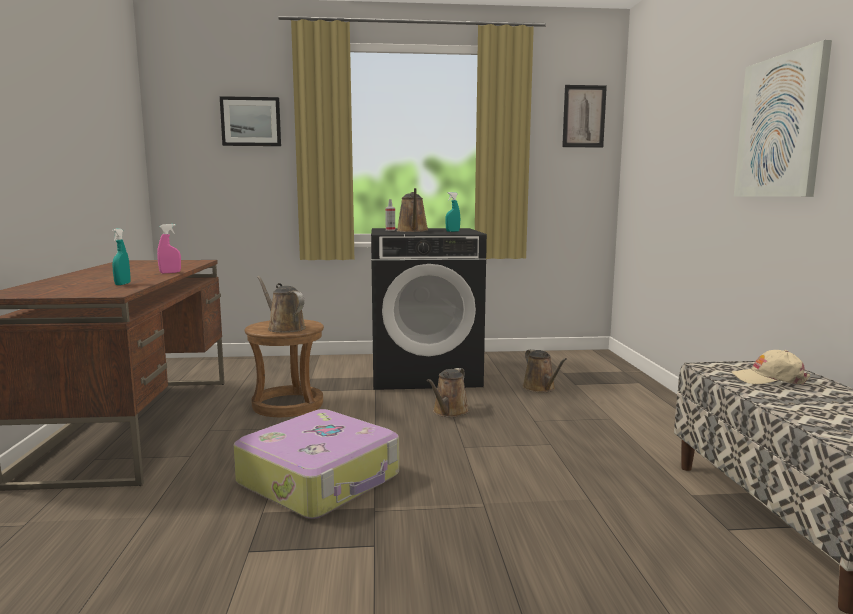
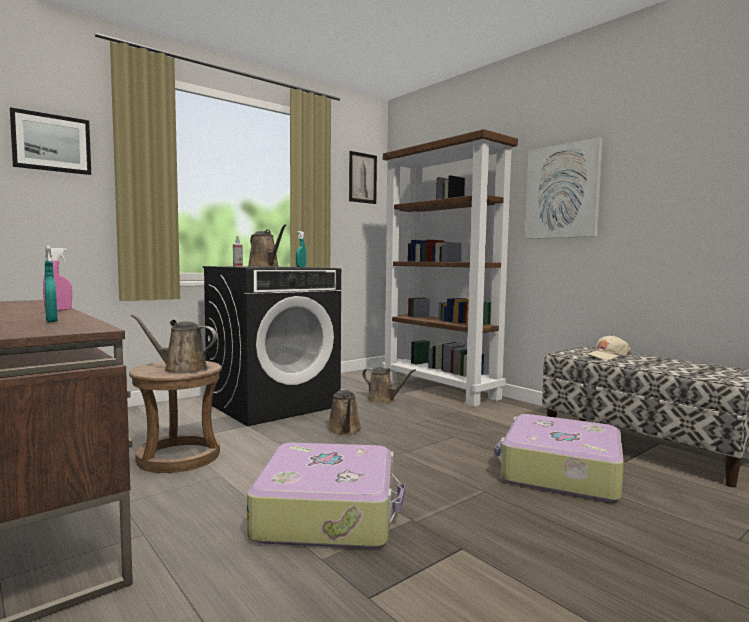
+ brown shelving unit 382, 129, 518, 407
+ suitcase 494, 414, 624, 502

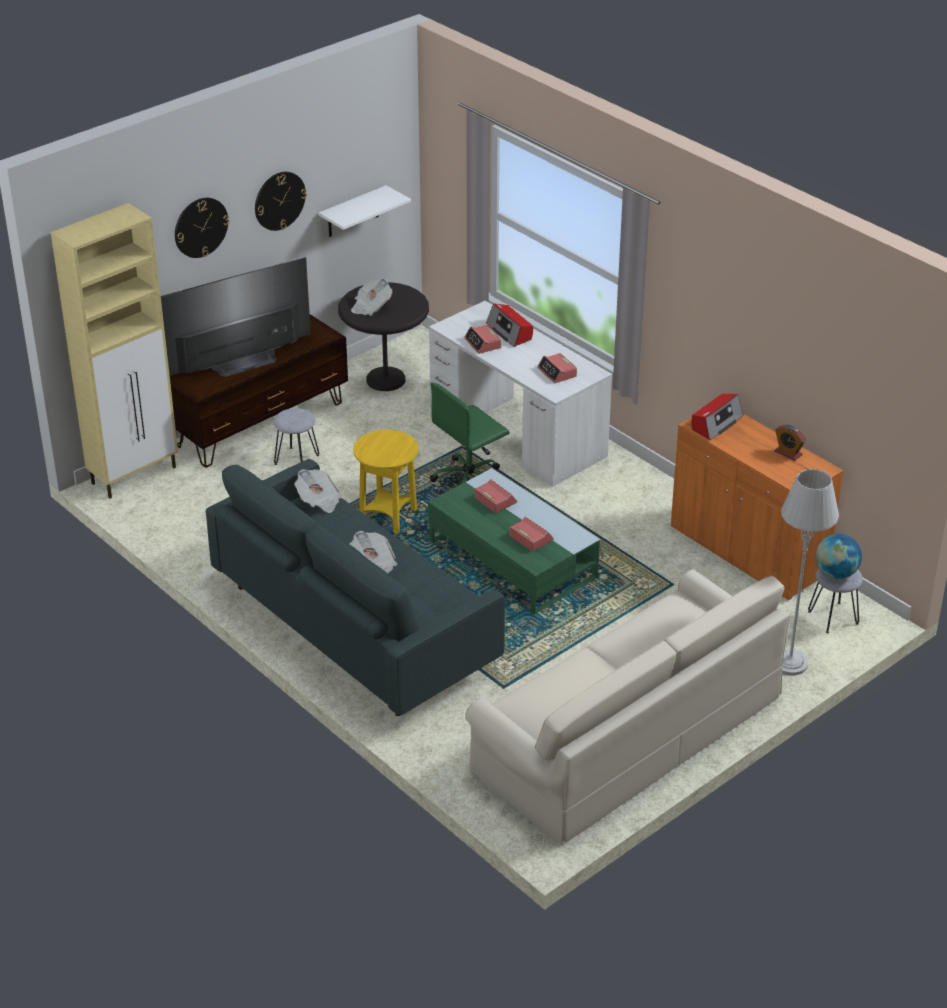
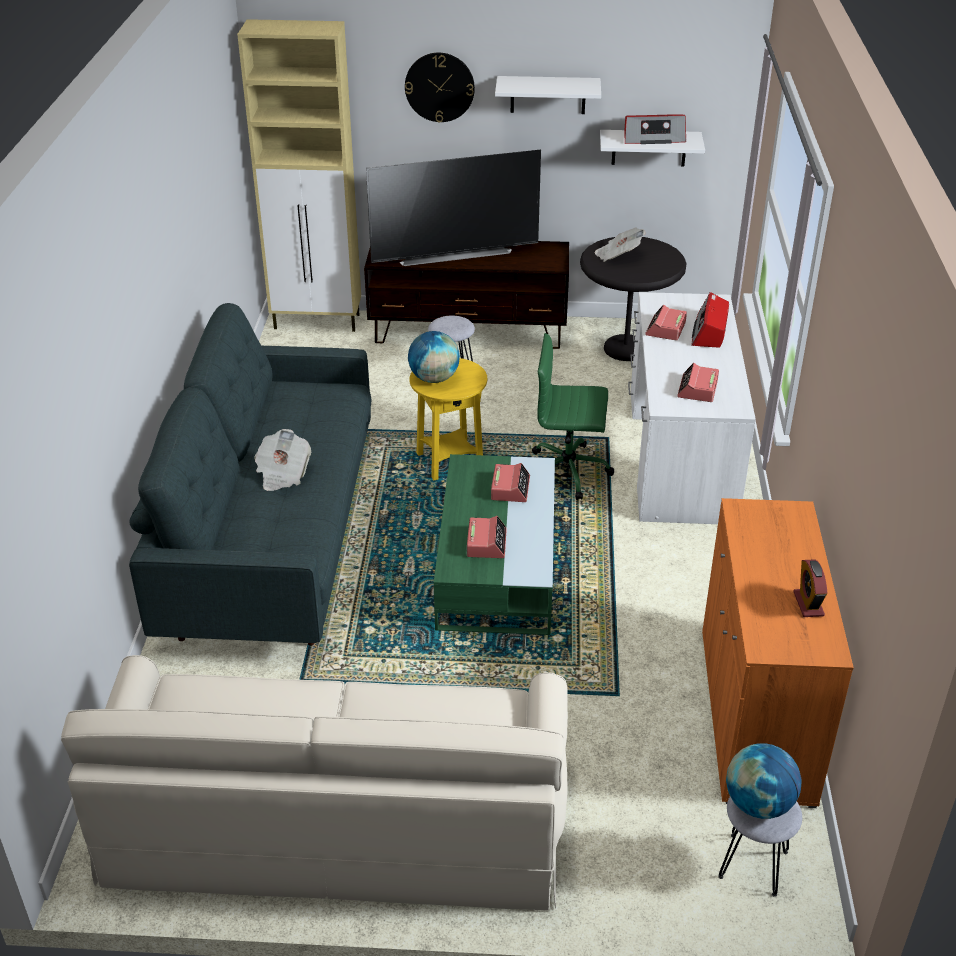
~ TV 161, 257, 311, 377 = 366, 150, 541, 266 150 degrees clockwise
~ hanging clock 255, 172, 307, 231 to white wall shelf 495, 76, 601, 114
- daily paper 295, 469, 342, 513
~ radio 691, 394, 744, 440 to 624, 114, 686, 144
- grey standard lamp 781, 469, 839, 676
+ globe 408, 331, 460, 383

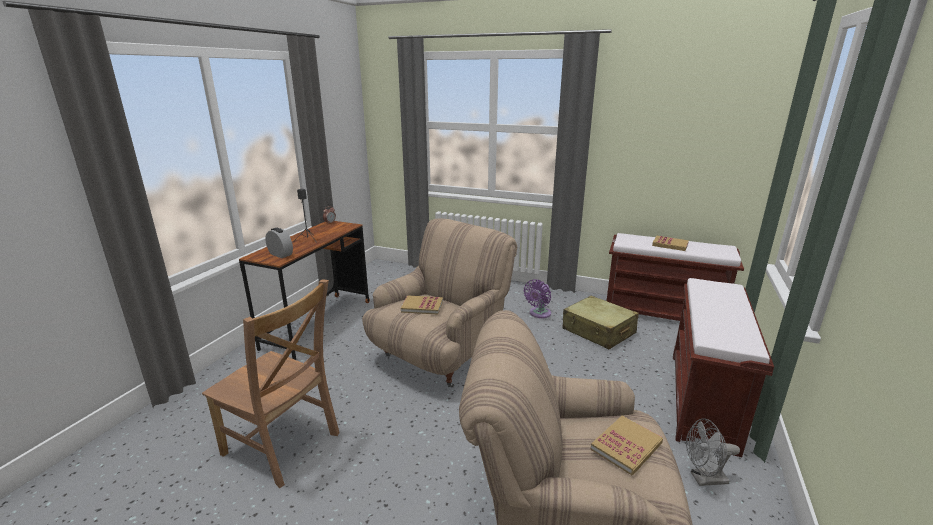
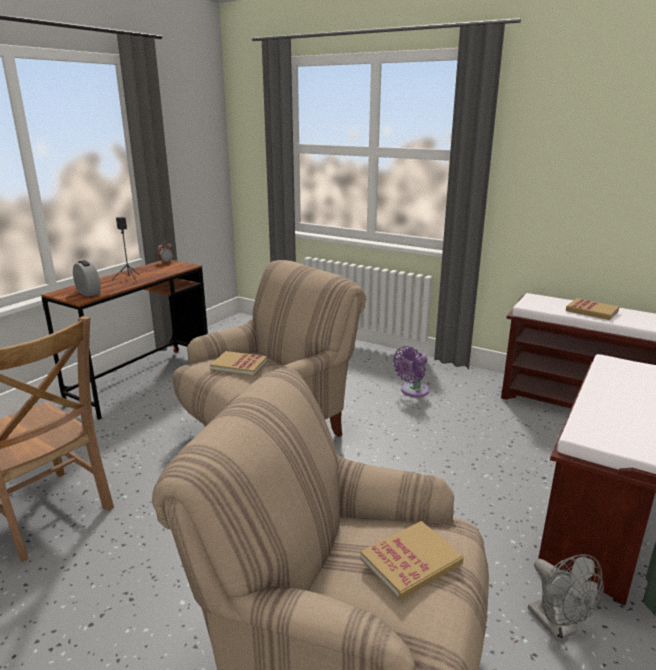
- sand-coloured suitcase 563, 296, 639, 349
~ grey electric fan 686, 419, 740, 486 = 528, 554, 604, 641 120 degrees counterclockwise

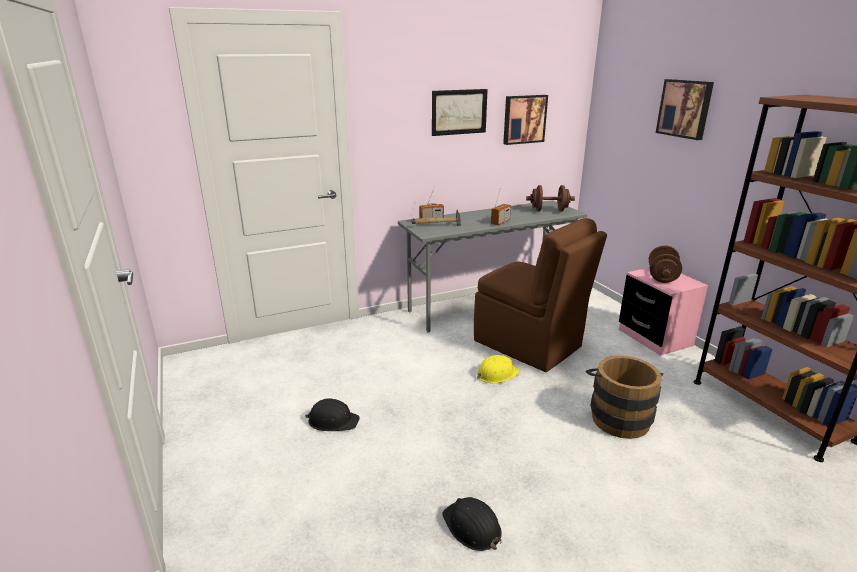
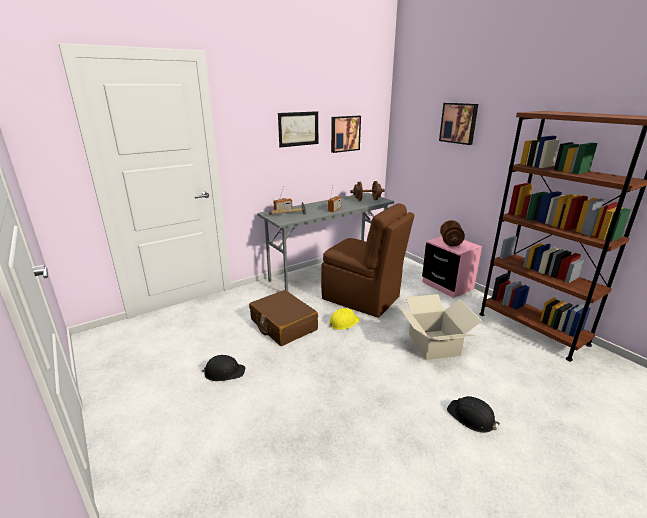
~ blackish safety helmet 442, 497, 502, 551 to 447, 396, 500, 433
~ brown water bucket 586, 356, 663, 439 to carton 398, 294, 482, 360
+ brown suitcase 249, 290, 318, 346

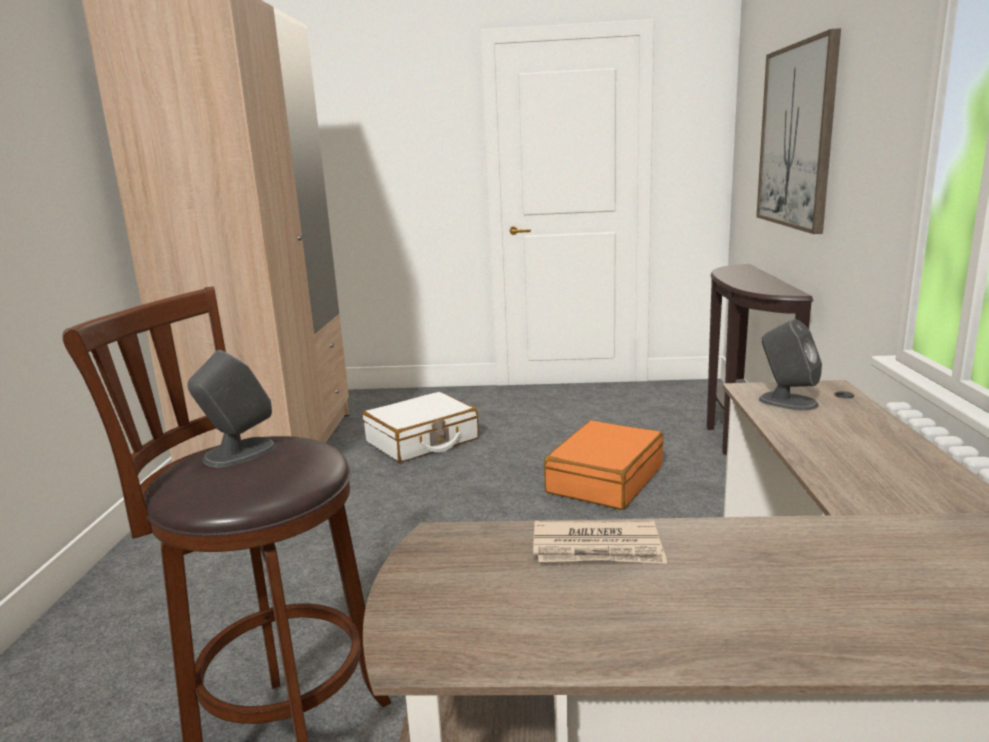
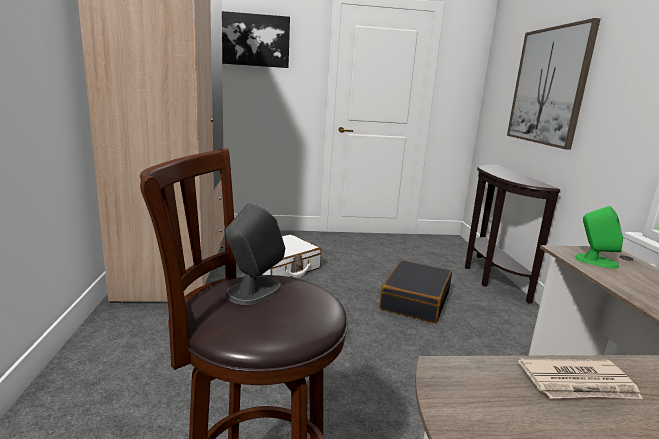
~ orange-coloured suitcase 544, 420, 663, 510 to blackish suitcase 380, 260, 452, 323
~ grey speaker 759, 319, 822, 411 to greenish speaker 575, 206, 623, 269
+ wall art 222, 11, 290, 68

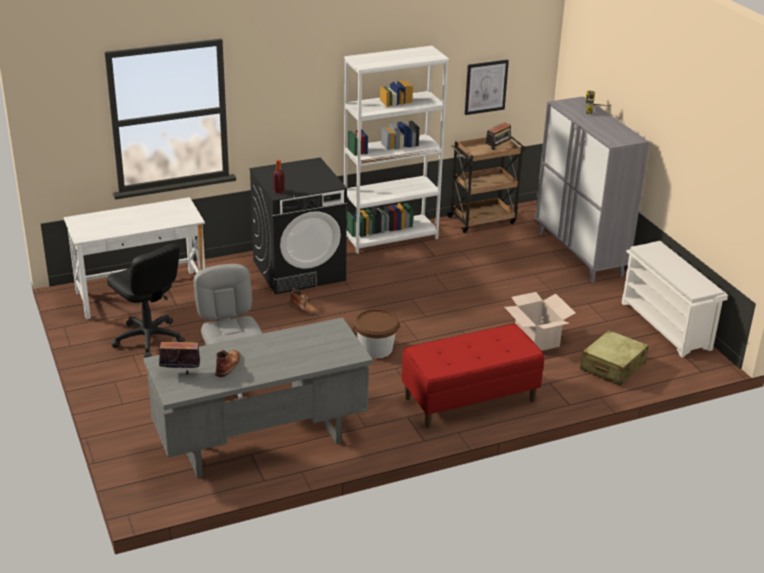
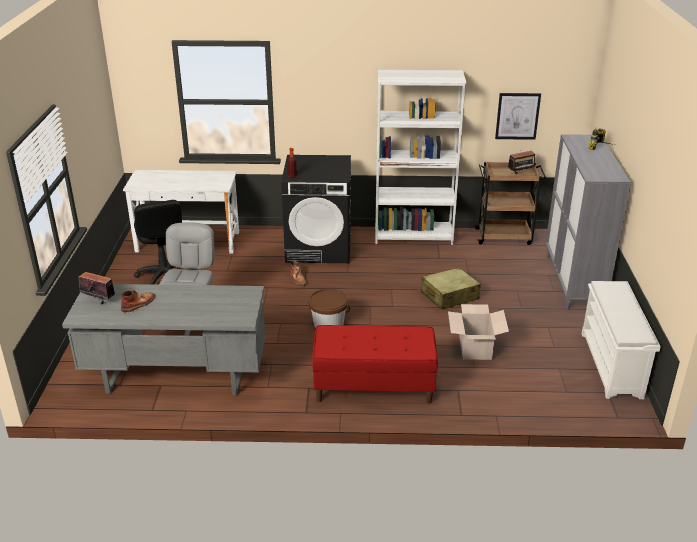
~ sand-coloured suitcase 580, 330, 649, 386 to 421, 267, 481, 310

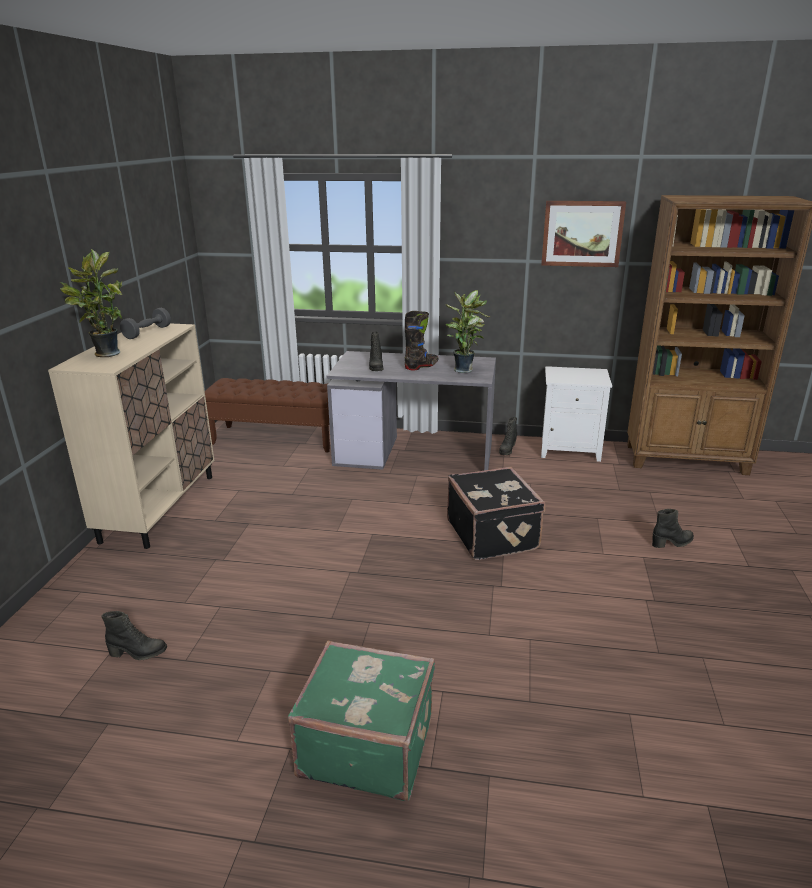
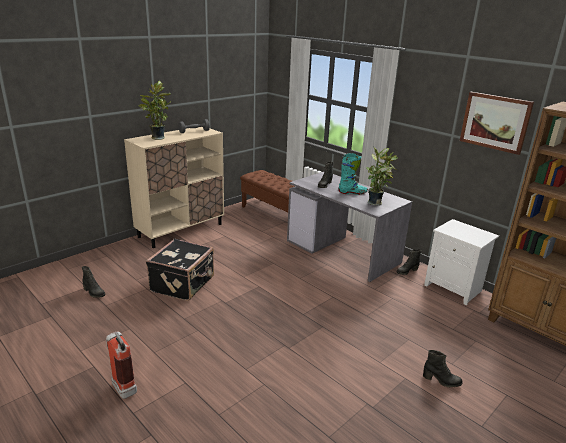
~ greenish suitcase 288, 640, 435, 801 to extinguisher 106, 331, 137, 399
~ blackish high-top boot 405, 311, 438, 370 to blue-green high-top boot 339, 153, 368, 195
~ blackish suitcase 447, 467, 546, 560 to 146, 238, 214, 301

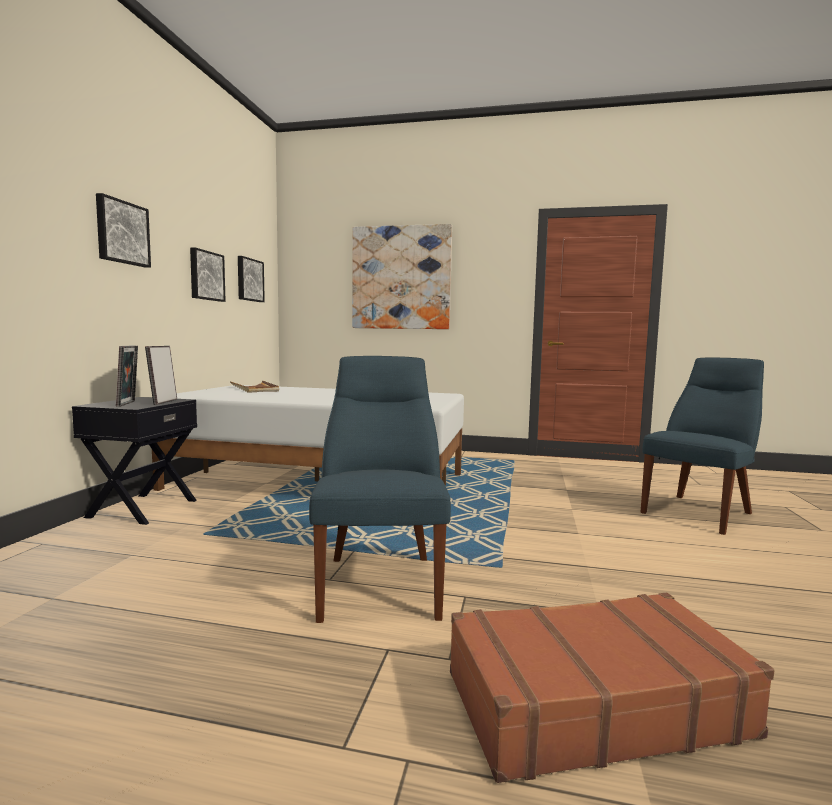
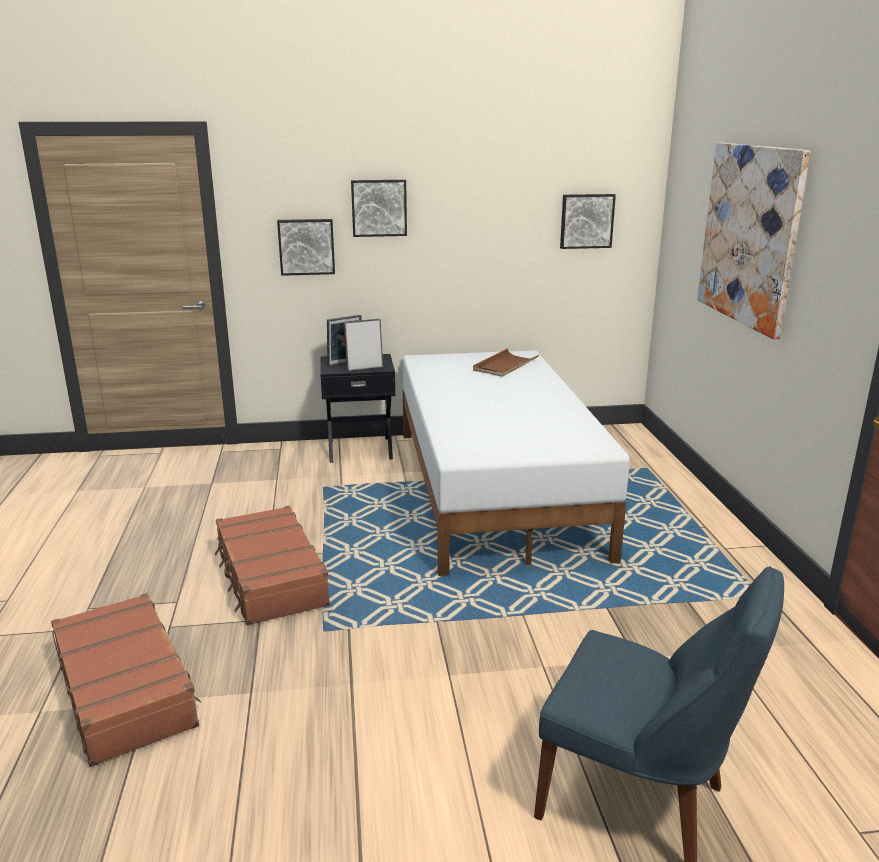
~ wall art 190, 247, 226, 302 to 277, 219, 335, 276
~ bluish plain chair 309, 356, 451, 623 to brown suitcase 215, 506, 330, 625

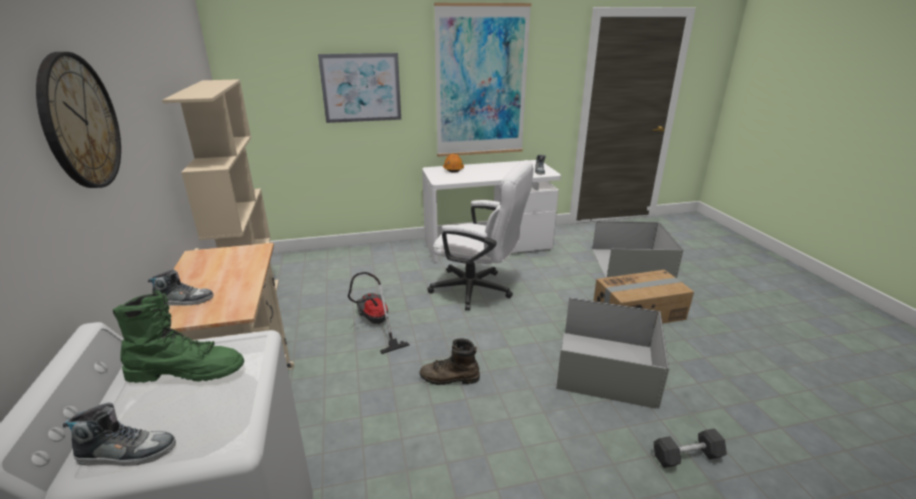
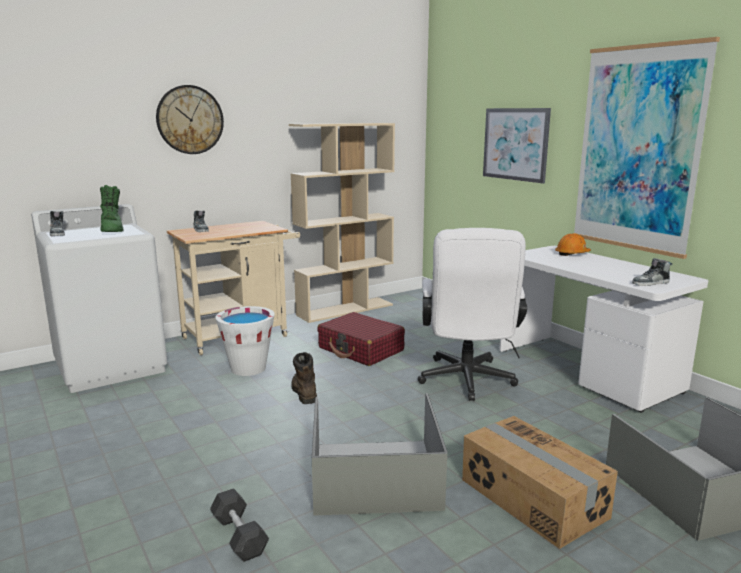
~ vacuum cleaner 348, 272, 409, 354 to red suitcase 317, 312, 405, 366
+ white water bucket 215, 306, 275, 376

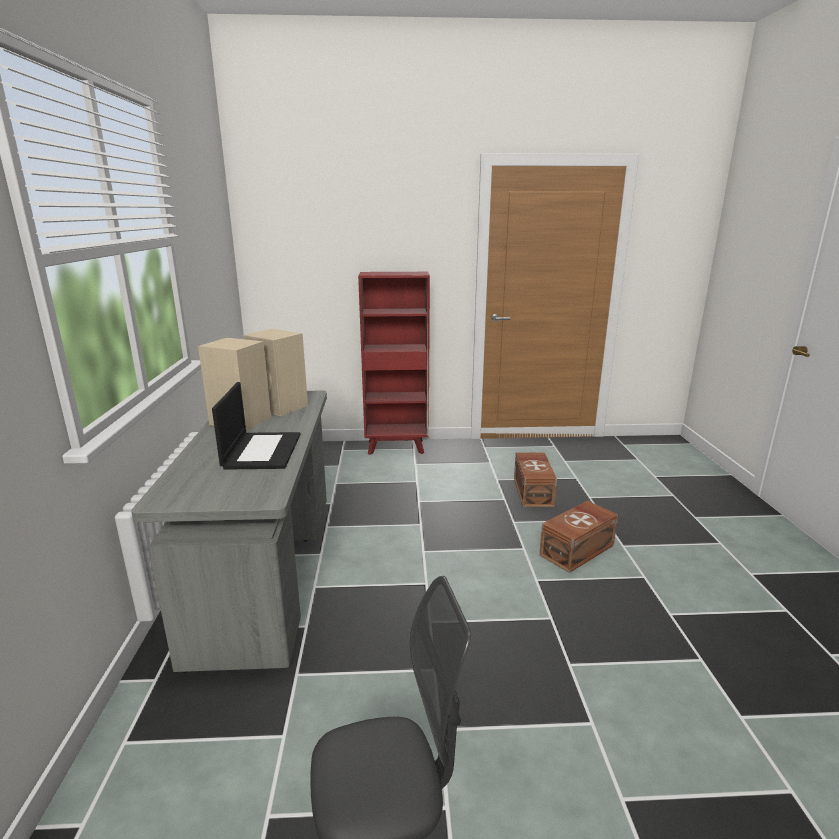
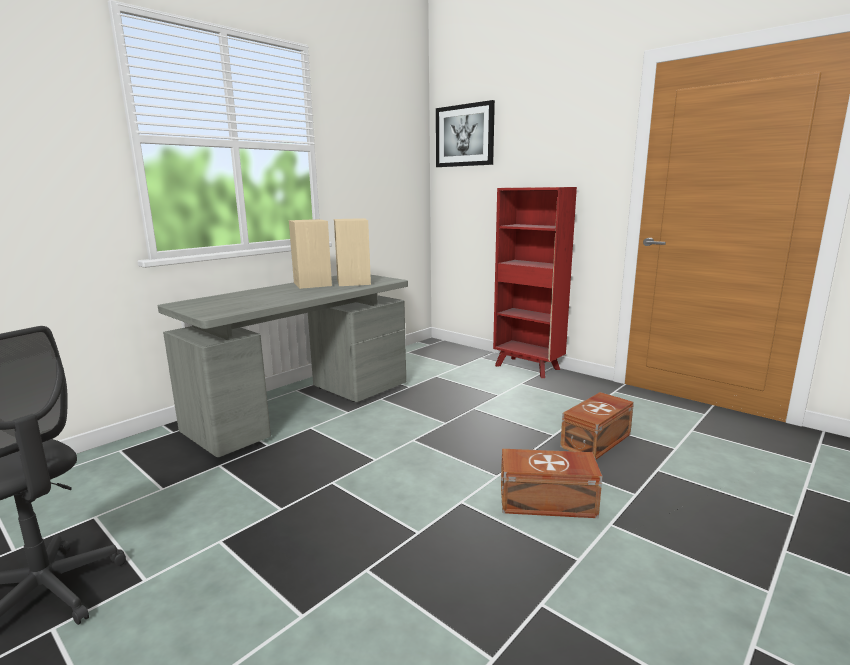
- portable computer 212, 382, 300, 470
+ wall art 436, 100, 495, 167

